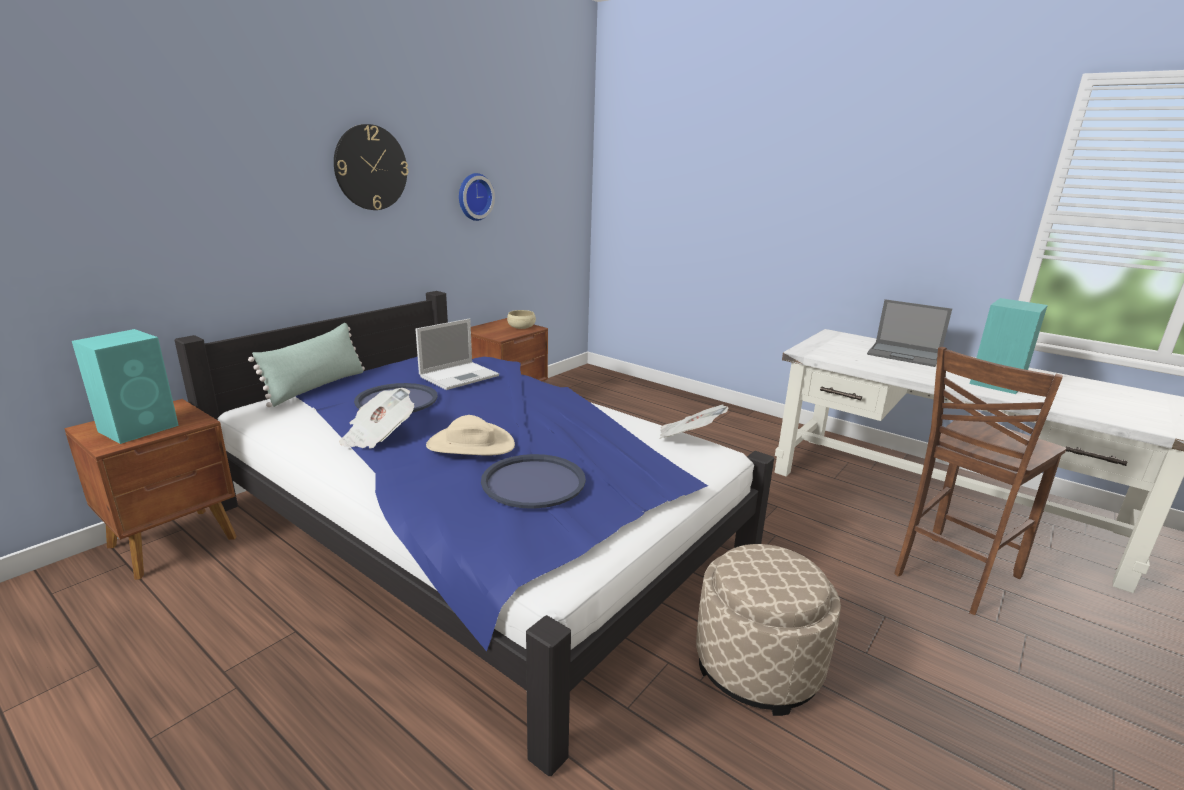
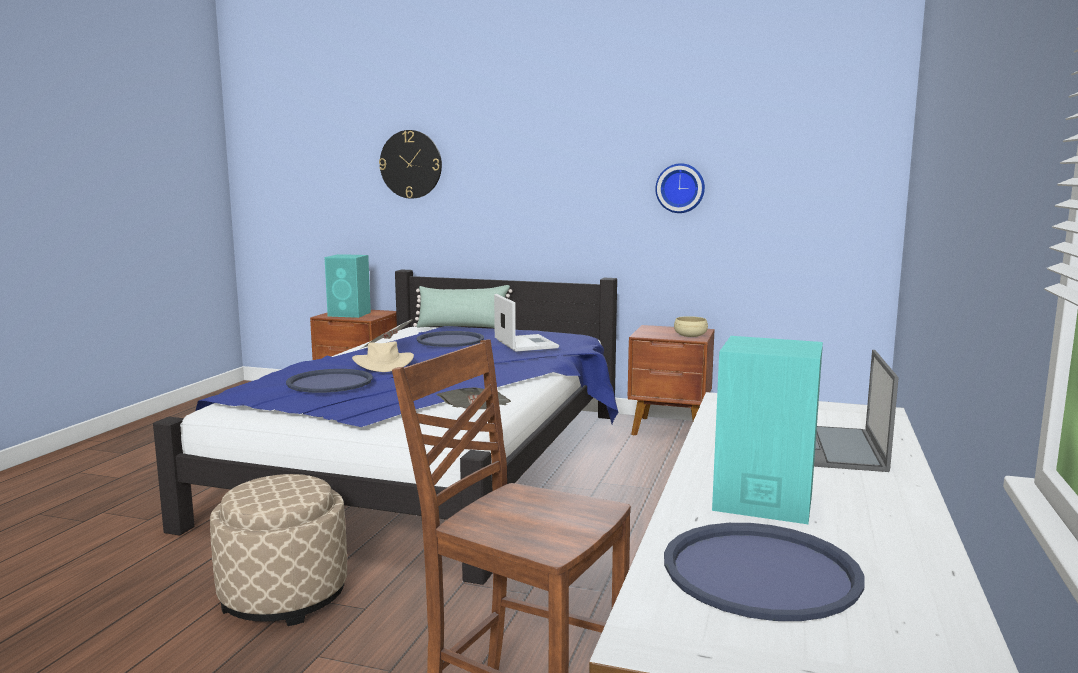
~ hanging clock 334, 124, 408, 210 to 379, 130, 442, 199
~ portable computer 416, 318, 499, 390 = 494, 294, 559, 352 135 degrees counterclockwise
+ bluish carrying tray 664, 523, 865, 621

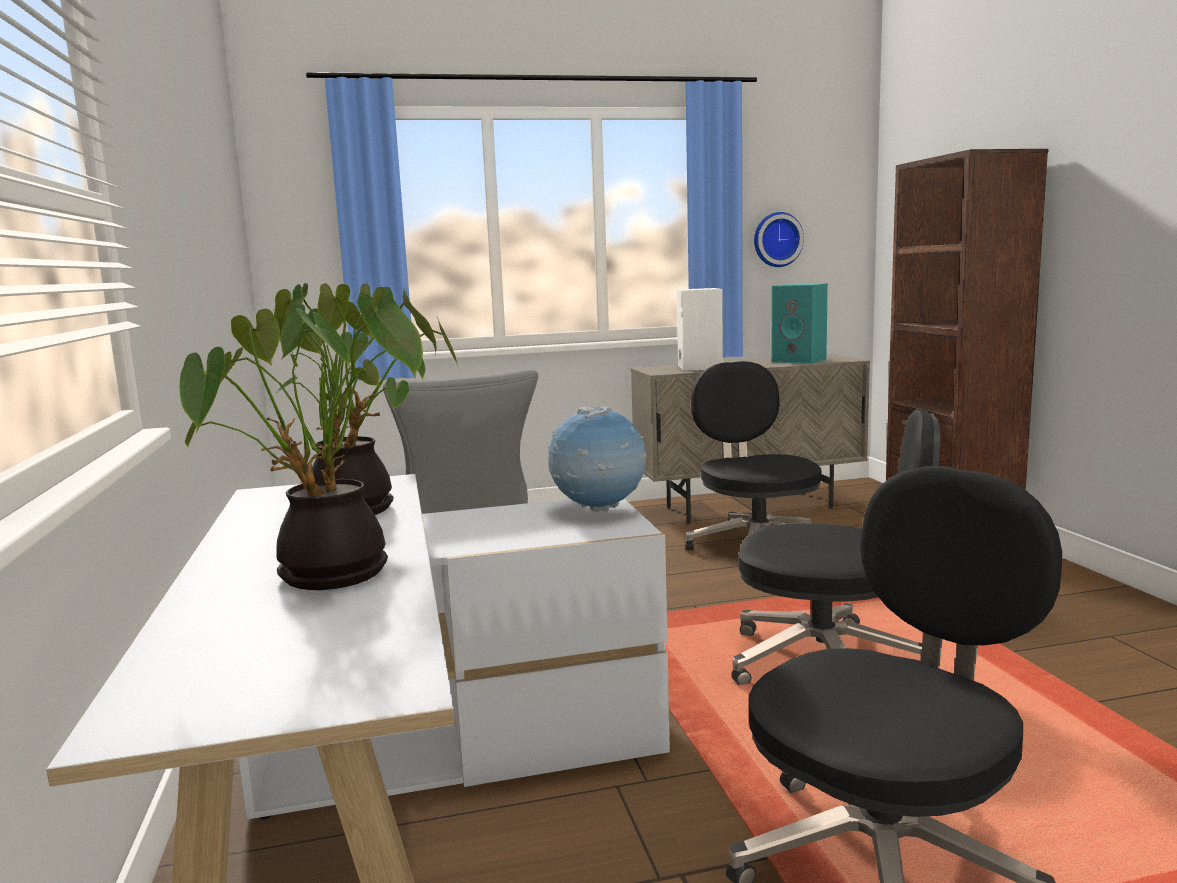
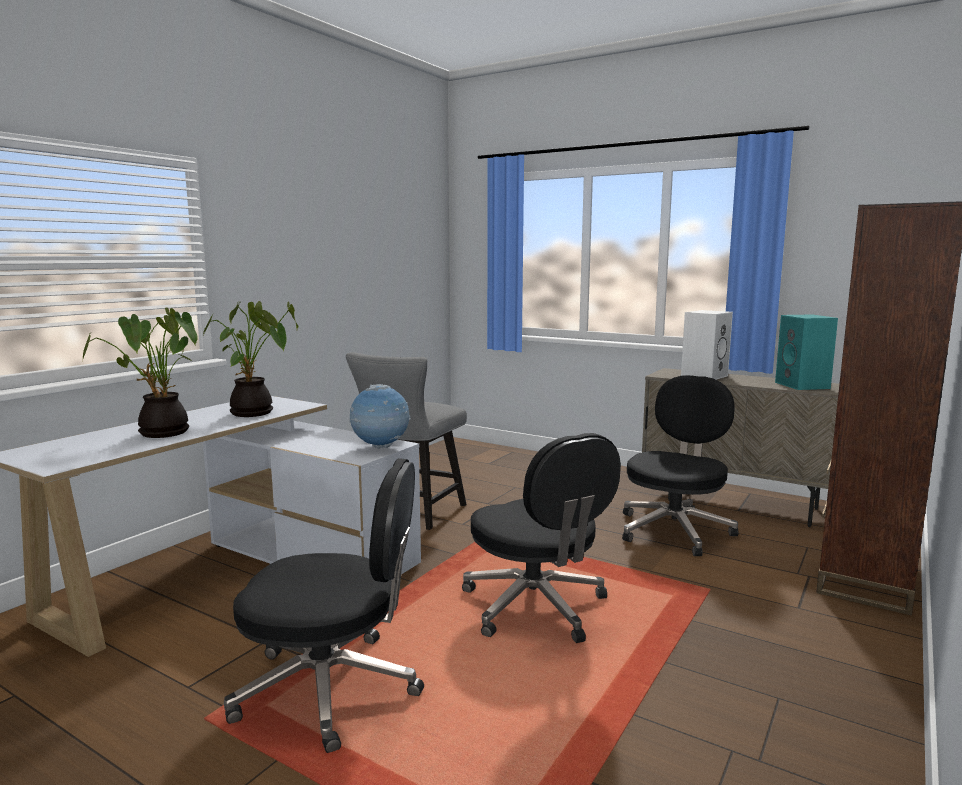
- hanging clock 754, 212, 804, 267

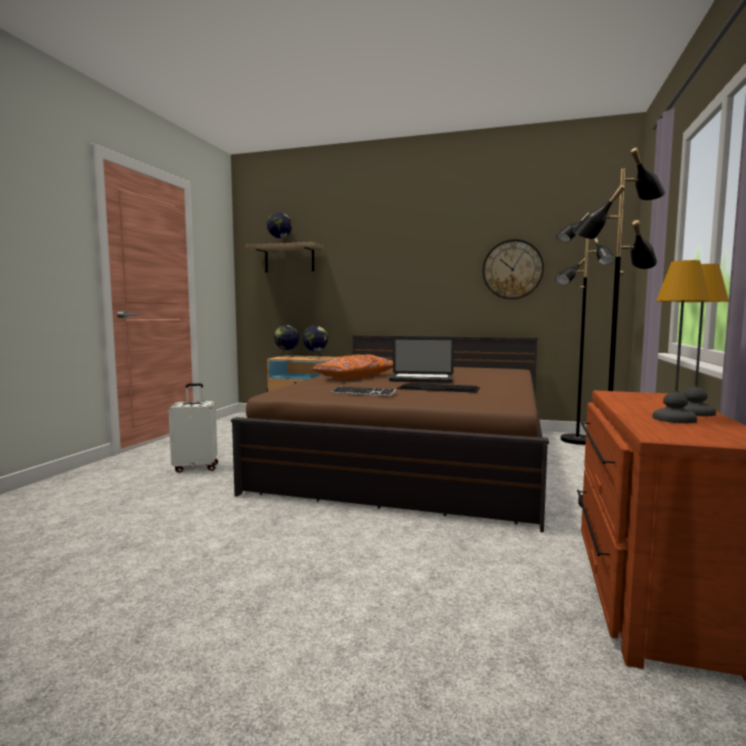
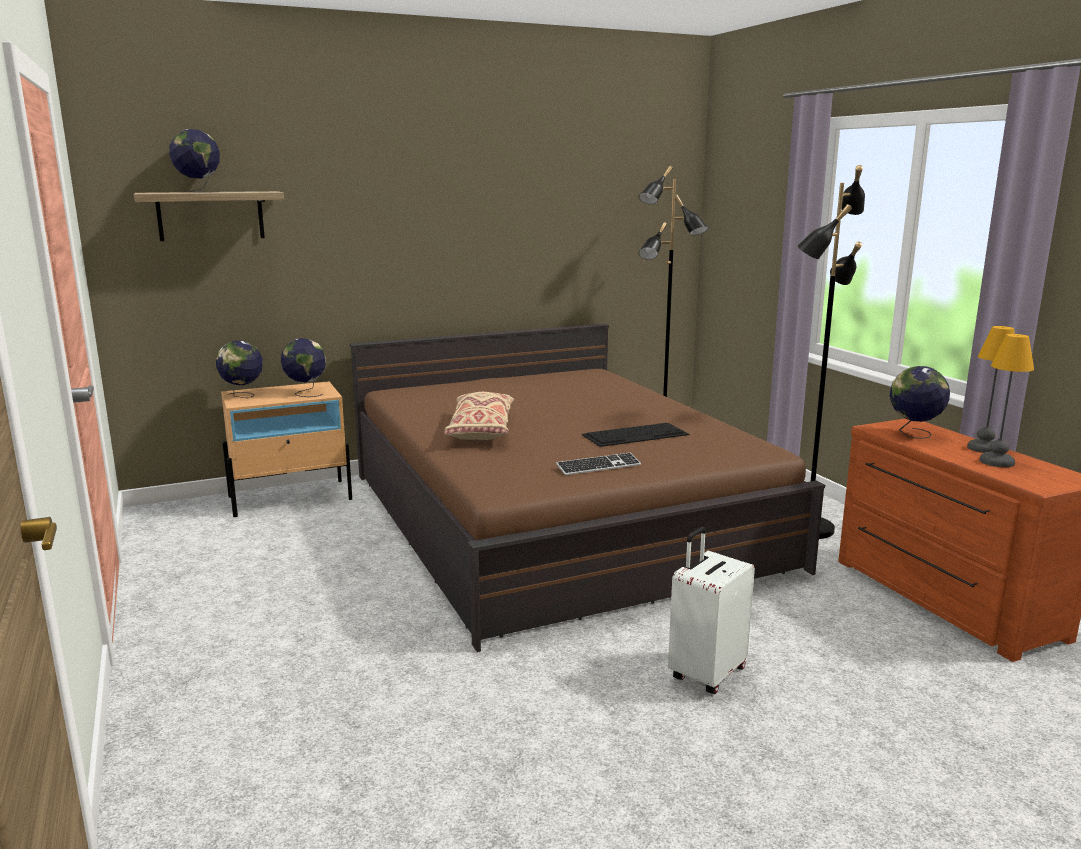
~ white suitcase 169, 383, 218, 472 to 668, 527, 755, 694
~ orange-coloured cushion 311, 354, 393, 379 to sand-coloured cushion 444, 392, 514, 440
- portable computer 389, 338, 454, 383
- hanging clock 482, 239, 544, 299
+ globe 889, 366, 950, 439

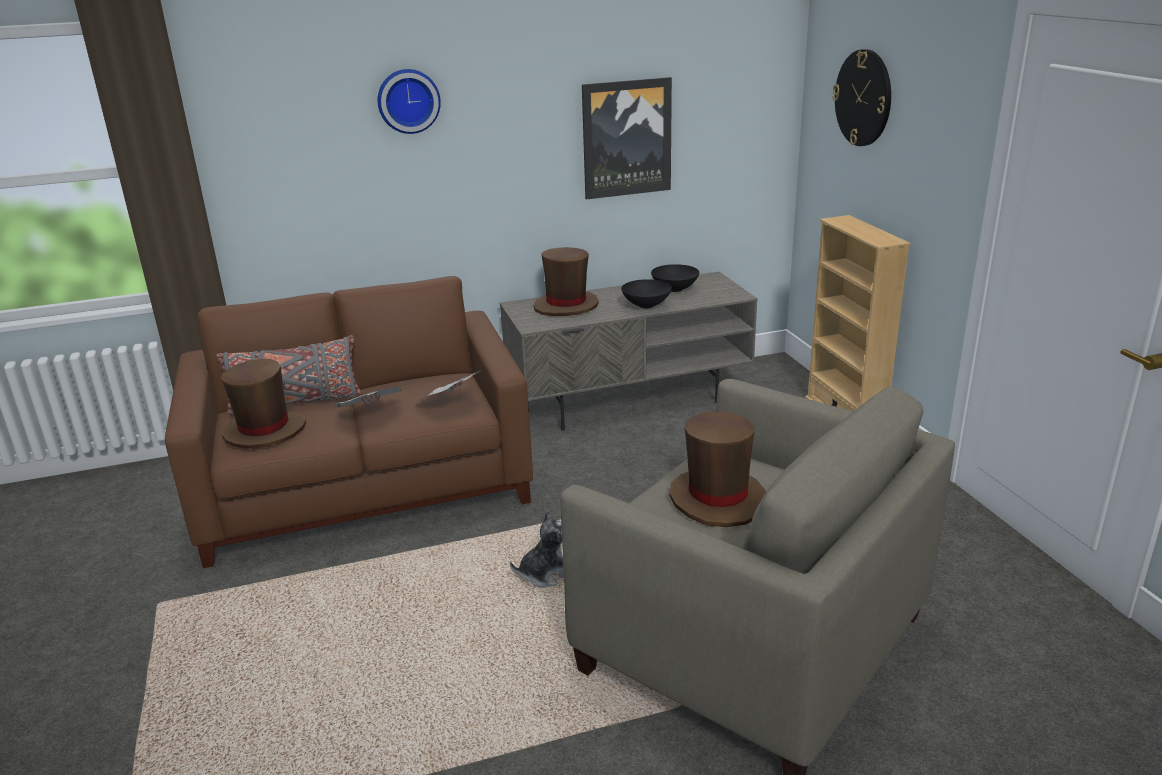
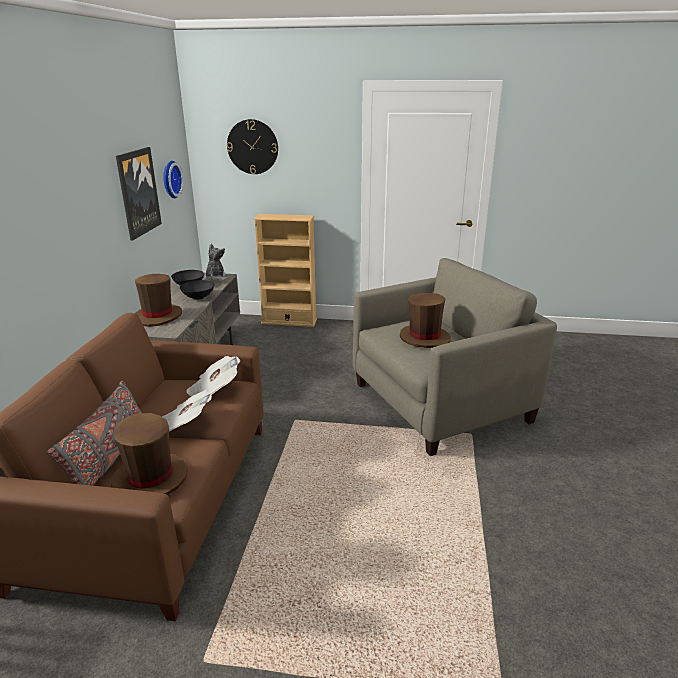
~ hanging clock 378, 69, 441, 134 to 163, 161, 184, 198
~ plush toy 510, 510, 564, 588 to 205, 244, 227, 281

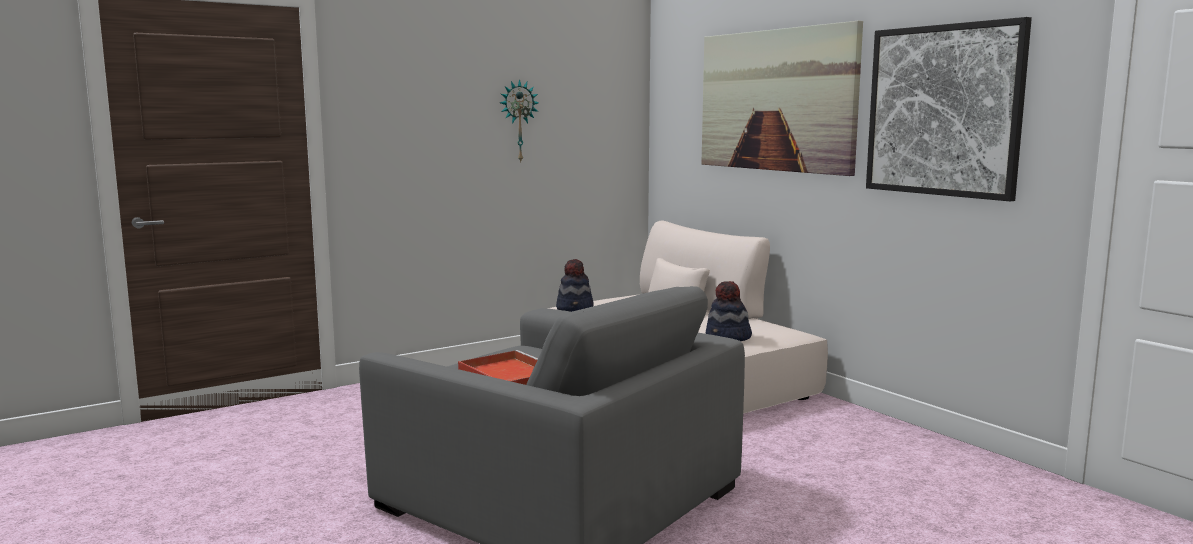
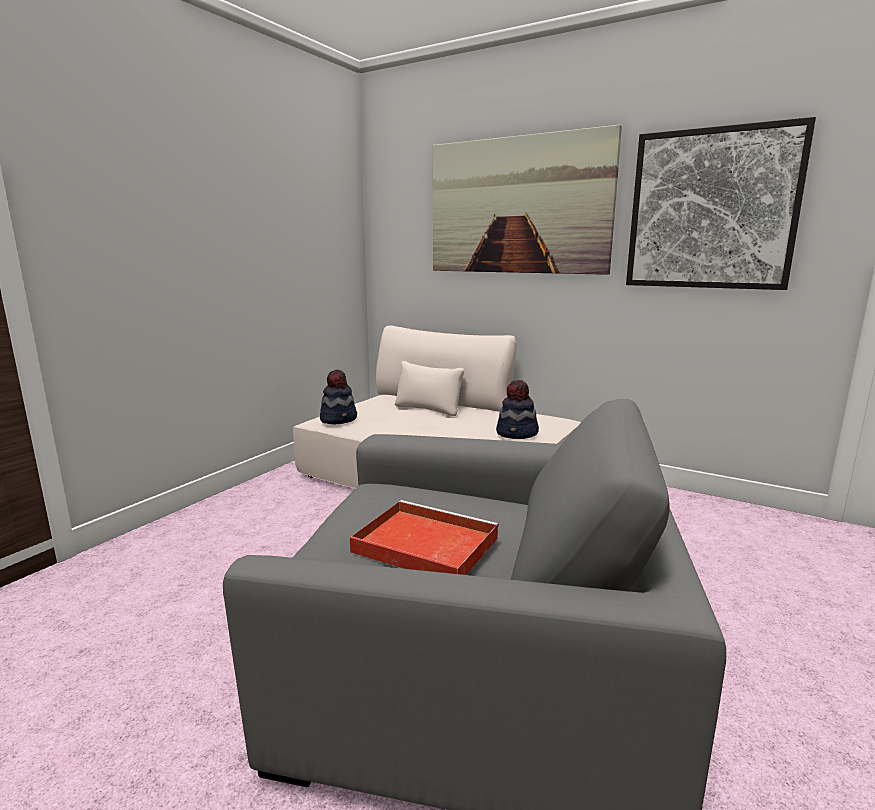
- hanging clock 500, 79, 539, 163

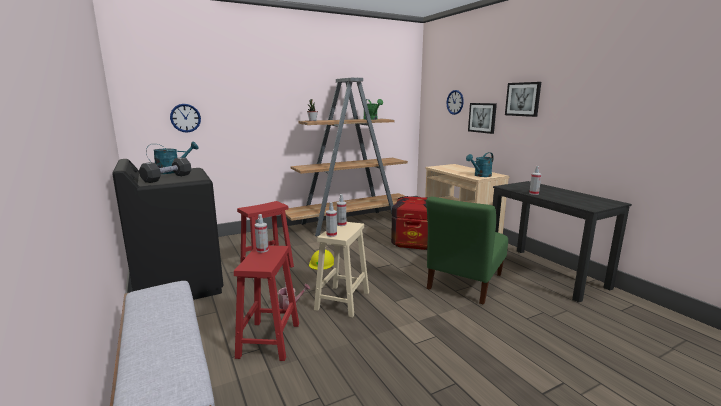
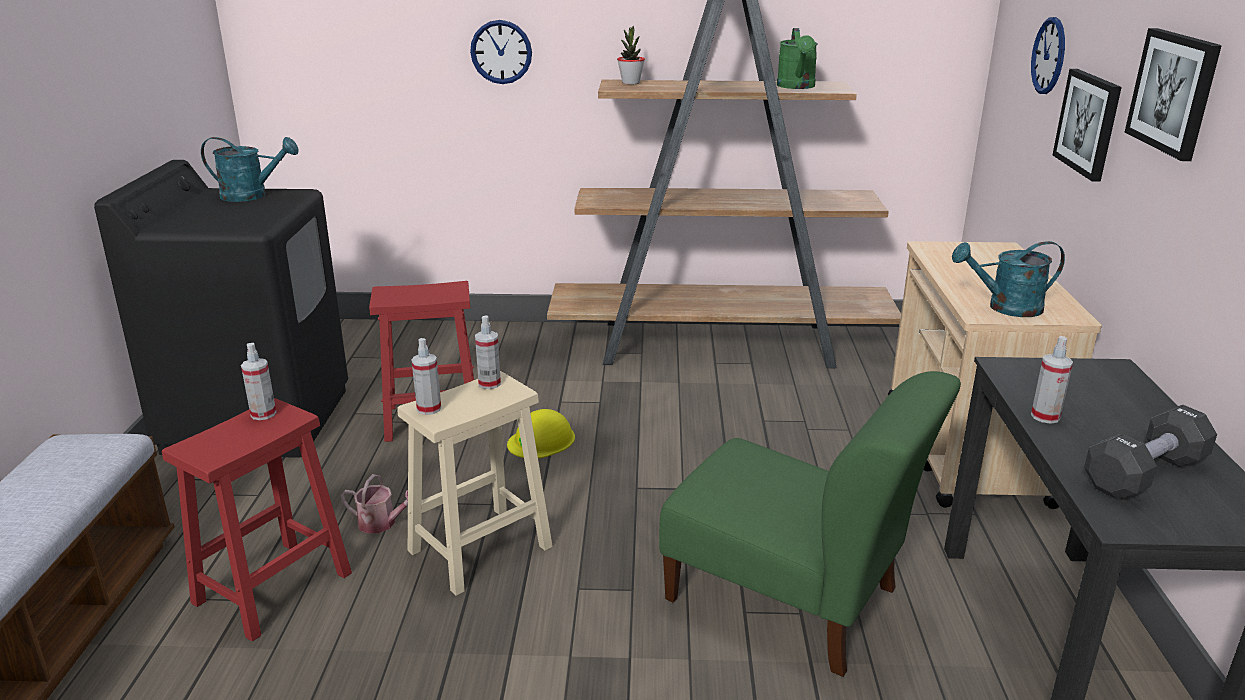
~ blackish free weight 139, 157, 191, 183 to 1084, 405, 1217, 500
~ hanging clock 170, 104, 201, 133 to 470, 20, 532, 84
- shipping crate 391, 196, 428, 250
~ greenish plain chair 426, 197, 508, 305 = 659, 371, 961, 677 120 degrees counterclockwise

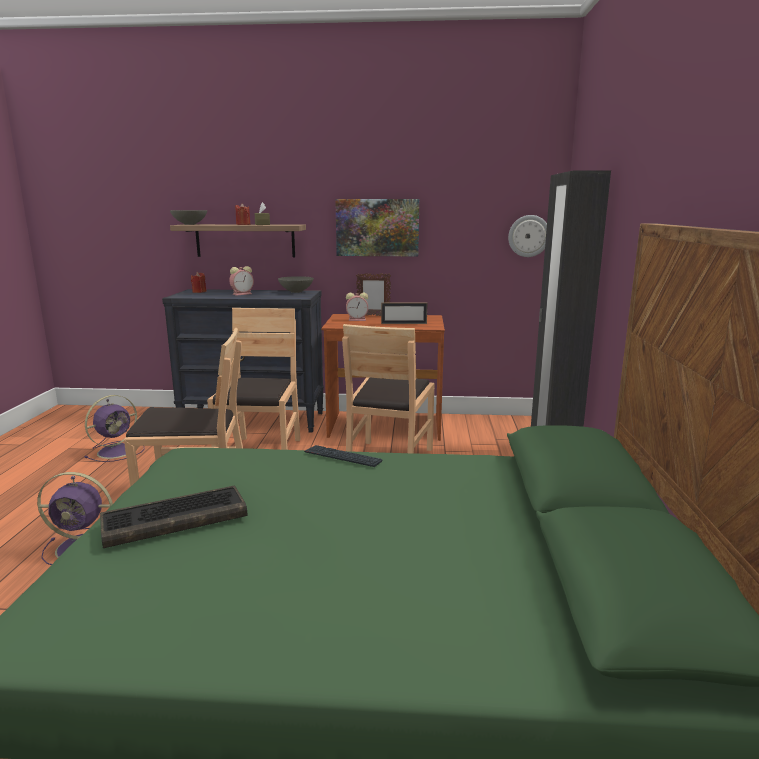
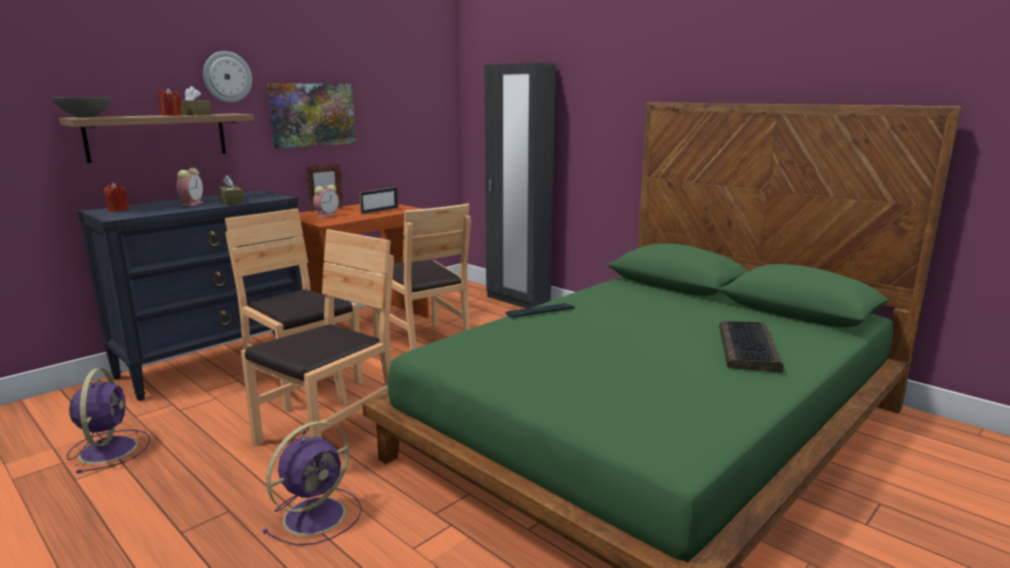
~ PC keyboard 100, 486, 248, 548 to 719, 321, 784, 373
- grey deep dish 278, 276, 314, 293
~ hanging clock 508, 215, 547, 257 to 203, 51, 252, 103
+ brown tissue box 218, 175, 244, 205

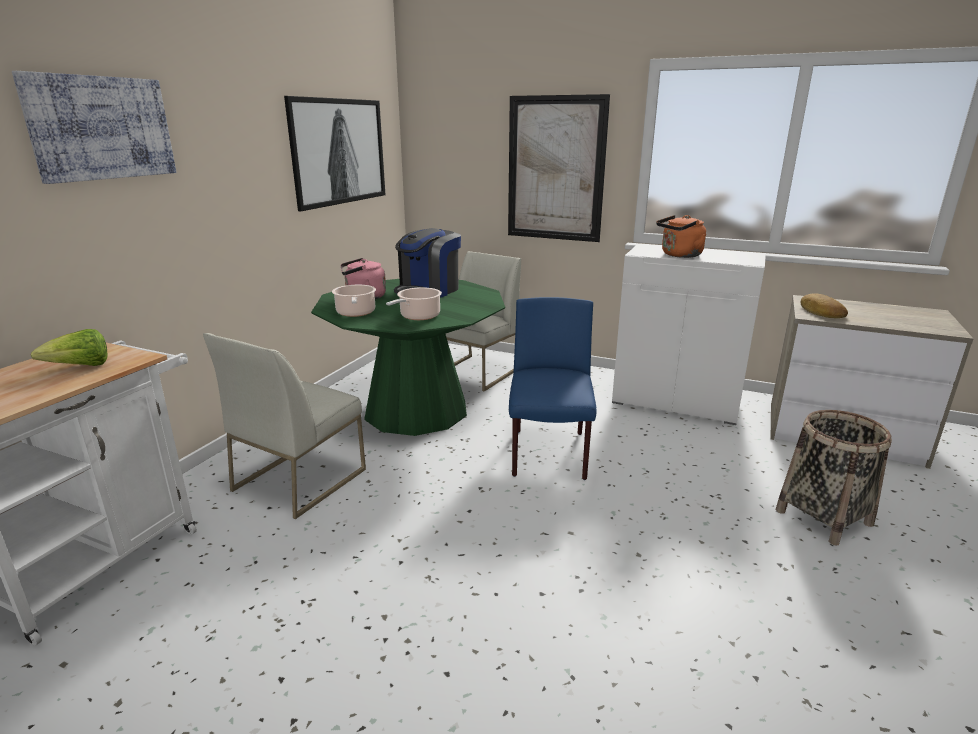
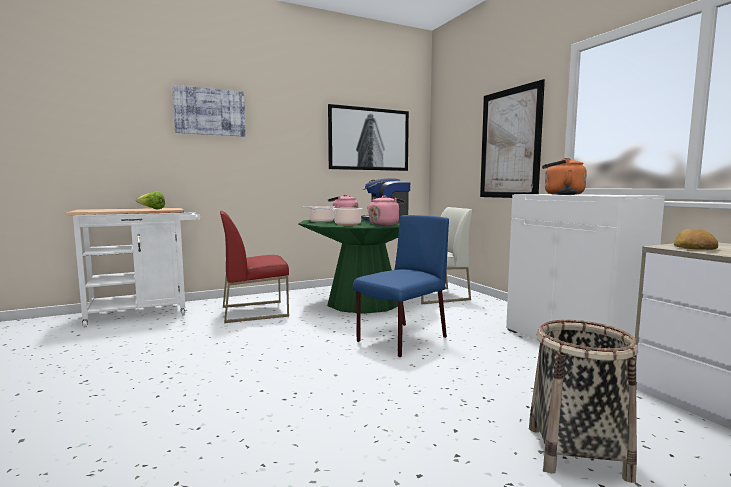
~ white plain chair 203, 333, 366, 519 to red plain chair 220, 211, 289, 323
+ pink water kettle 367, 195, 404, 225

